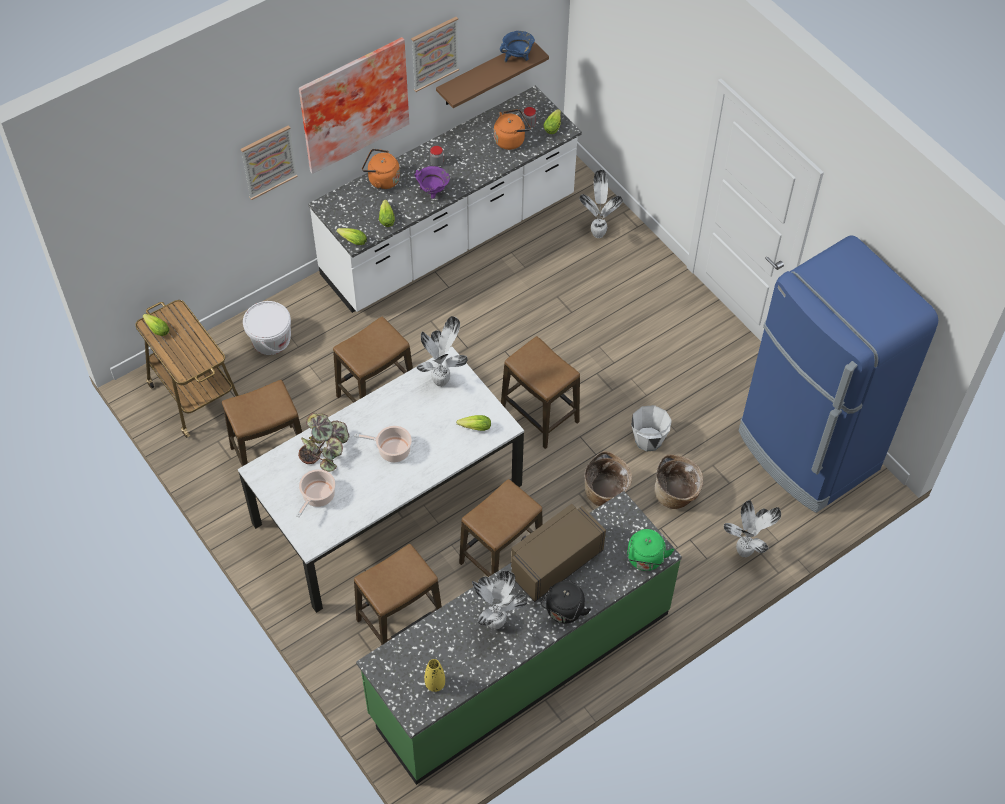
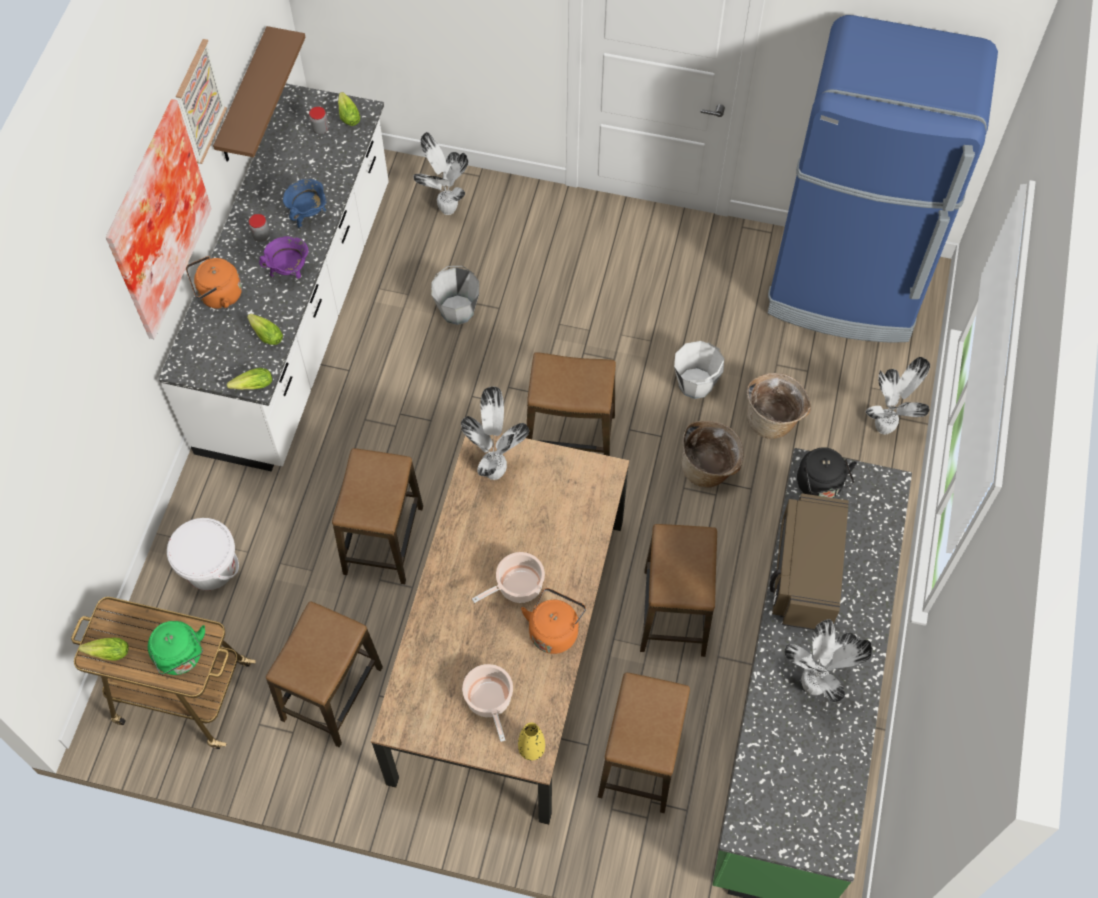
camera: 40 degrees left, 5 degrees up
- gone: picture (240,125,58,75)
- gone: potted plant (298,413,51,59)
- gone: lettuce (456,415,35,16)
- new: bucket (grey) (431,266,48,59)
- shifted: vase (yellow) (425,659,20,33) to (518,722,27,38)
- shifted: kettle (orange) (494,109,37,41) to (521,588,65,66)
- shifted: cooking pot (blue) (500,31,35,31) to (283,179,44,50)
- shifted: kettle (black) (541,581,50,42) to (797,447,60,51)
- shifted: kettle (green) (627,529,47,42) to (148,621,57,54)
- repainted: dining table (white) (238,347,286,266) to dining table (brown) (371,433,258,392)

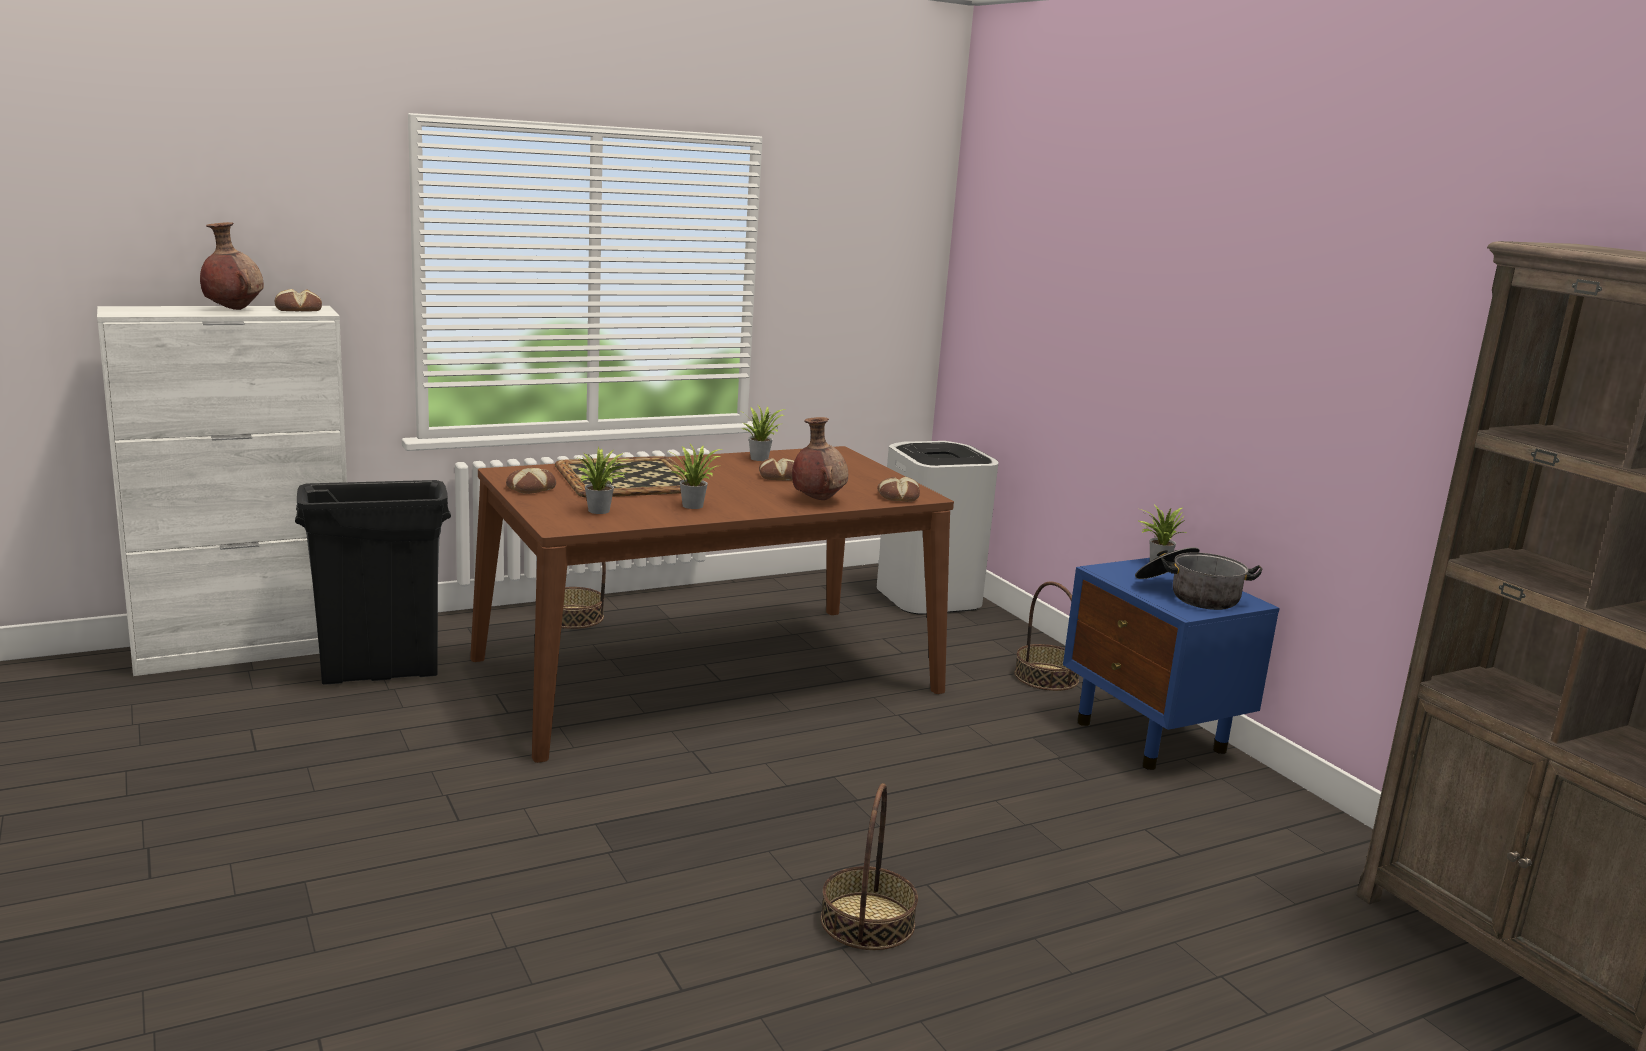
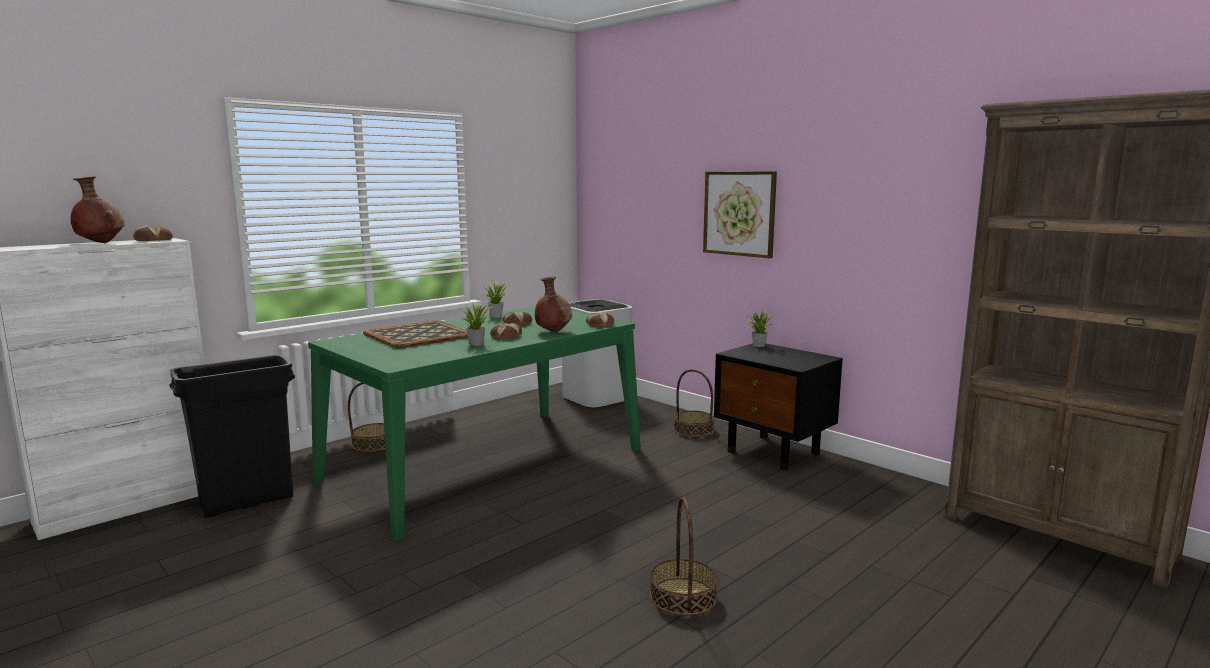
camera: 15 degrees left, 5 degrees down
- gone: potted plant (578,447,52,67)
- gone: cooking pot (1135,547,127,63)
- new: picture (703,171,74,87)
- shifted: bread (506,468,50,26) to (490,323,32,16)
- repainted: dining table (brown) (470,446,484,317) to dining table (green) (308,306,333,235)
- repainted: nightstand (blue) (1063,558,217,212) to nightstand (black) (714,343,129,127)

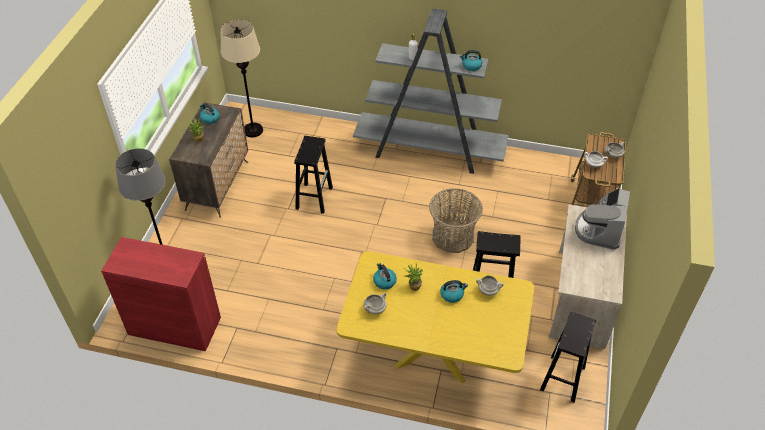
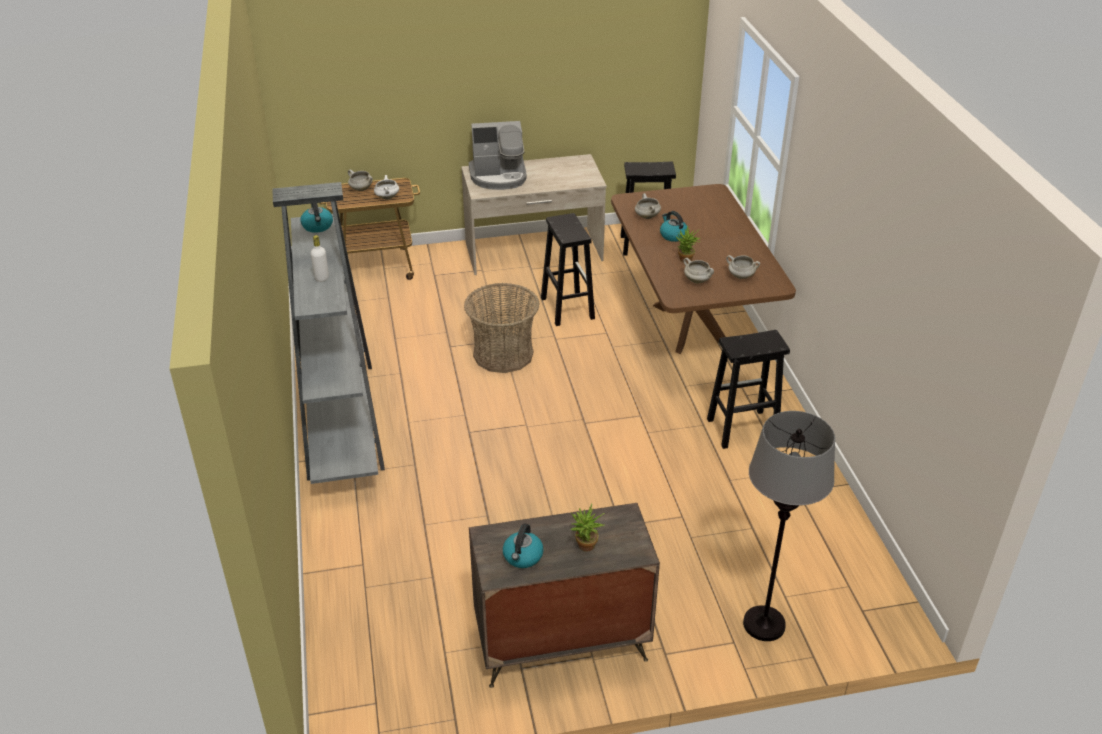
camera: 115 degrees left, 10 degrees down
- gone: cabinet (red) (101,237,120,114)
- gone: floor lamp (beige) (220,20,43,117)
- shifted: stool (black) (294,136,39,78) to (707,330,83,119)
- swapped: kettle (373,263,24,27) to cooking pot (white) (684,258,30,26)
- repainted: dining table (yellow) (337,251,197,132) to dining table (brown) (611,184,185,170)

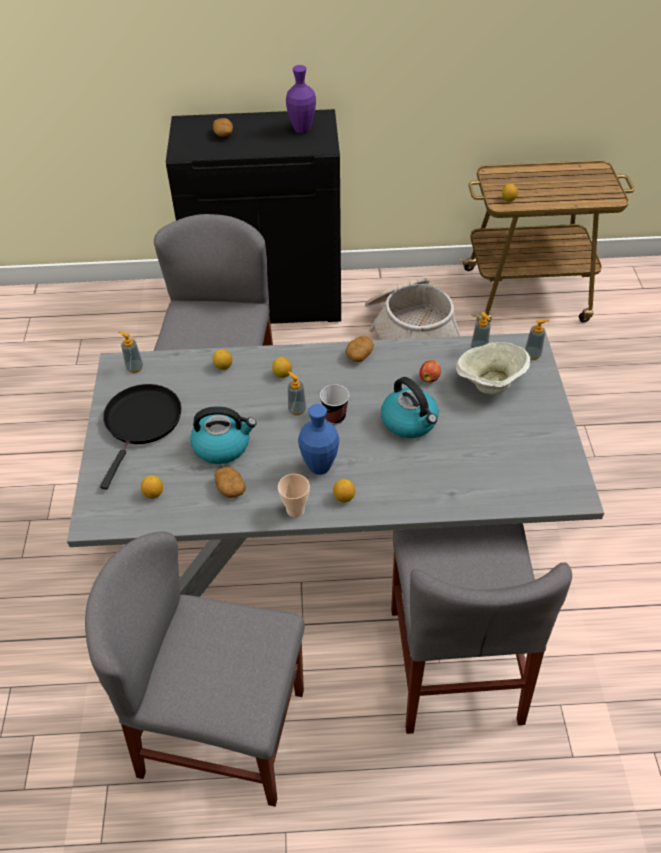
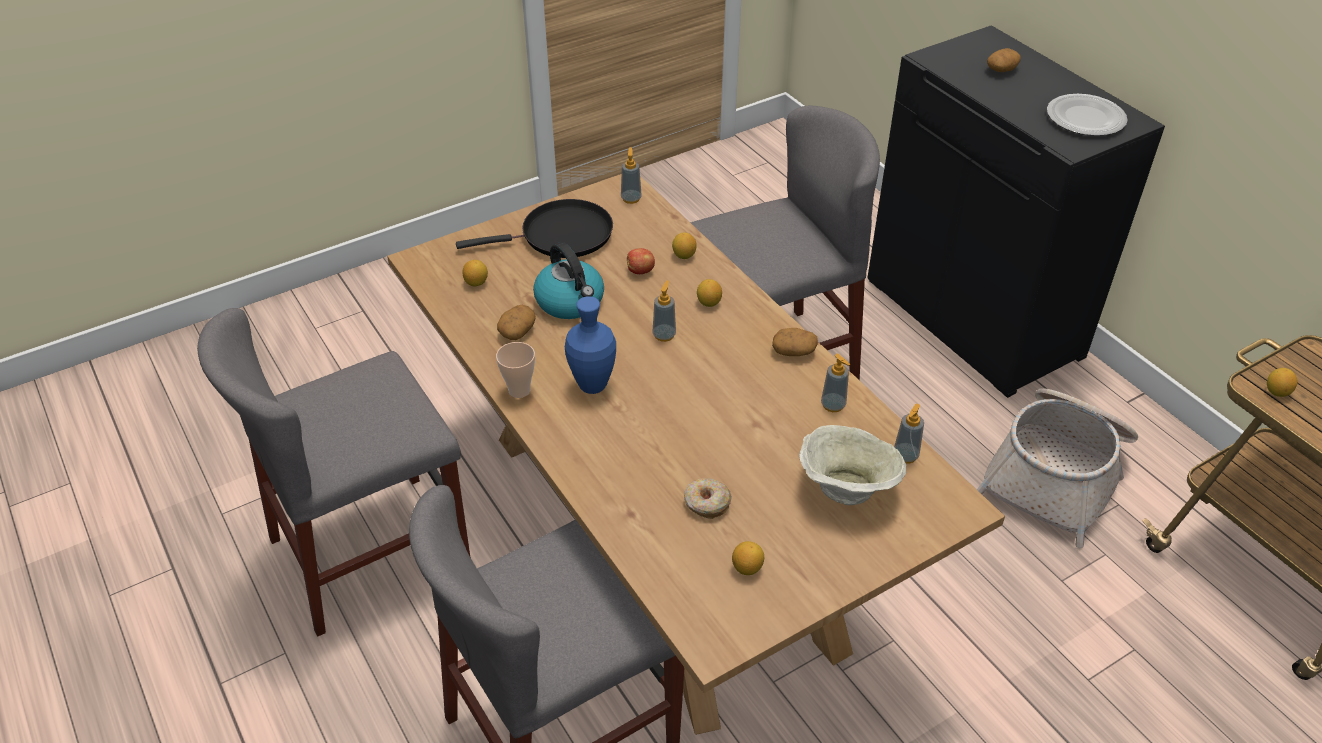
camera: 60 degrees right, 5 degrees down
- gone: cup (320,384,29,40)
- gone: kettle (381,377,58,61)
- new: donut (684,478,48,41)
- shifted: lemon (333,479,22,23) to (732,541,32,34)
- shifted: apple (420,360,21,22) to (627,248,28,26)
- shifted: soap dispenser (525,319,24,41) to (821,354,29,58)
- swapped: vase (purple) (286,65,30,68) to plate (1047,94,81,42)
- repainted: dining table (grey) (67,332,537,265) to dining table (brown) (387,174,618,561)
- rotated: chair (grey) (85,531,220,276) = (197,308,274,329) 105 degrees counterclockwise

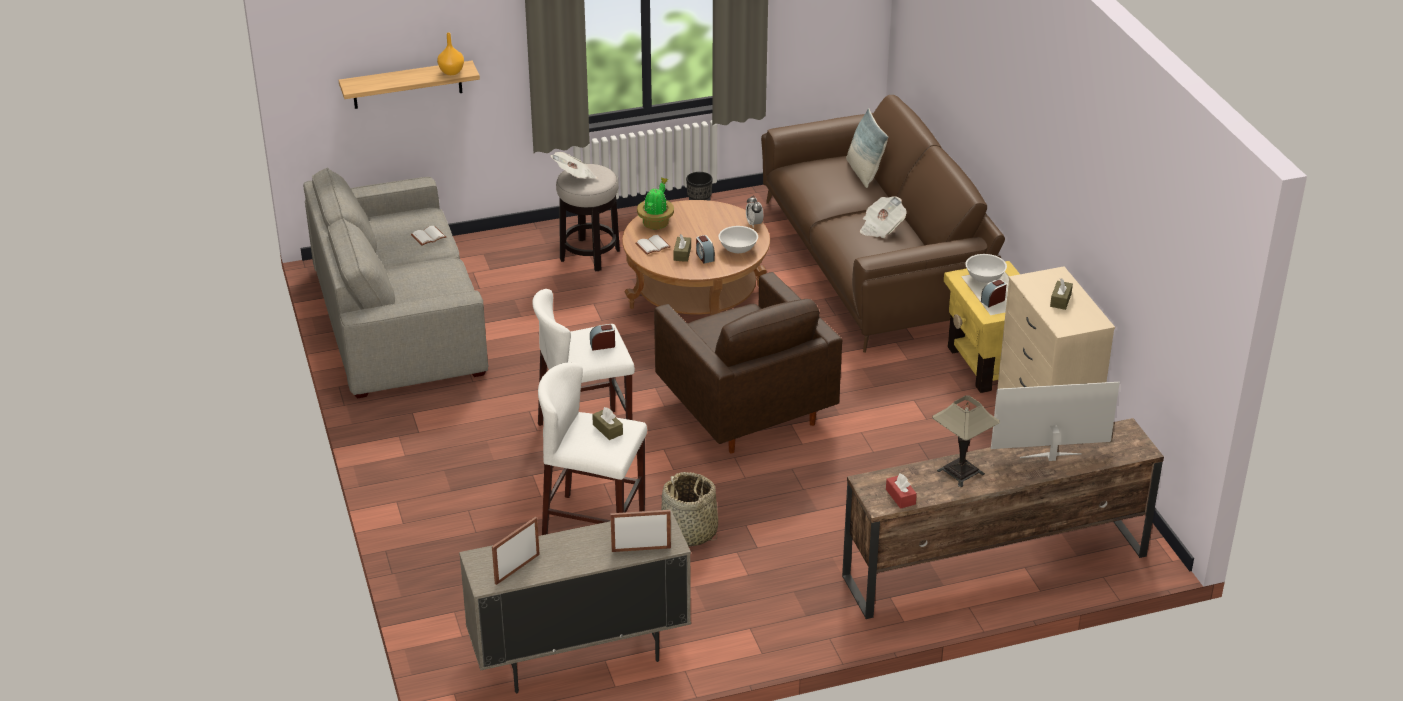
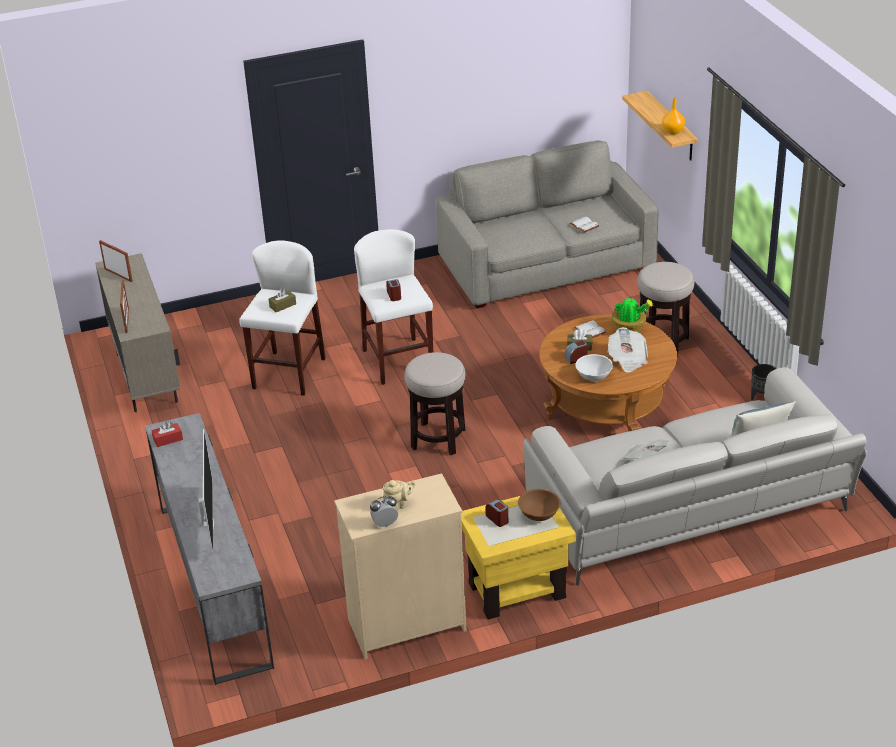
camera: 90 degrees right, 0 degrees up
- gone: basket (661,472,57,75)
- gone: table lamp (932,395,68,93)
- shifted: newspaper (550,152,48,27) to (608,327,40,46)
- shifted: alarm clock (746,196,17,32) to (370,496,28,31)
- swapped: armchair (brown) (654,272,188,182) to stool (404,352,61,103)
- swapped: tissue box (brown) (1050,278,23,32) to teapot (beige) (383,480,33,30)
- repainted: sofa (brown) (761,95,244,258) to sofa (grey) (523,367,344,218)
- repainted: tv stand (brown) (842,418,322,201) to tv stand (grey) (145,413,129,272)
- repainted: bowl (white) (965,254,42,29) to bowl (brown) (518,489,43,32)

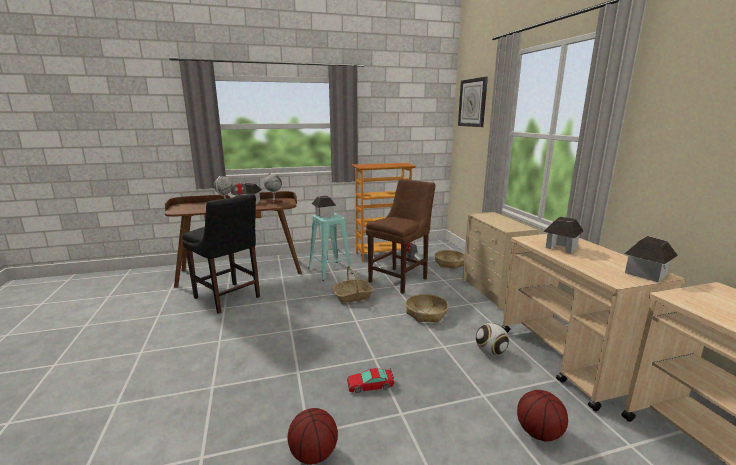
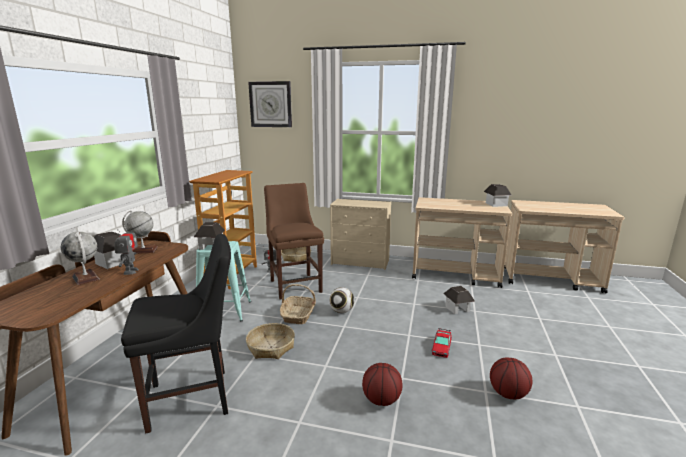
camera: 60 degrees left, 0 degrees up
- shifted: basket (406,294,43,29) to (246,323,49,36)
- shifted: football (476,323,33,33) to (329,287,25,26)
- shifted: basketball (517,390,51,51) to (362,363,40,43)
- shifted: toy house (543,217,40,37) to (443,286,32,28)

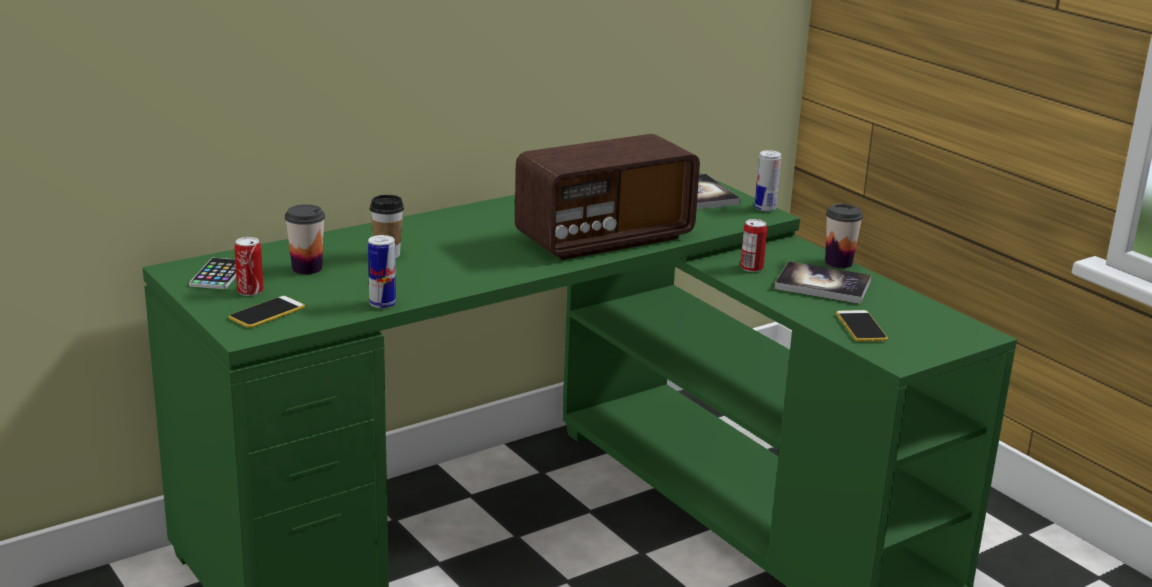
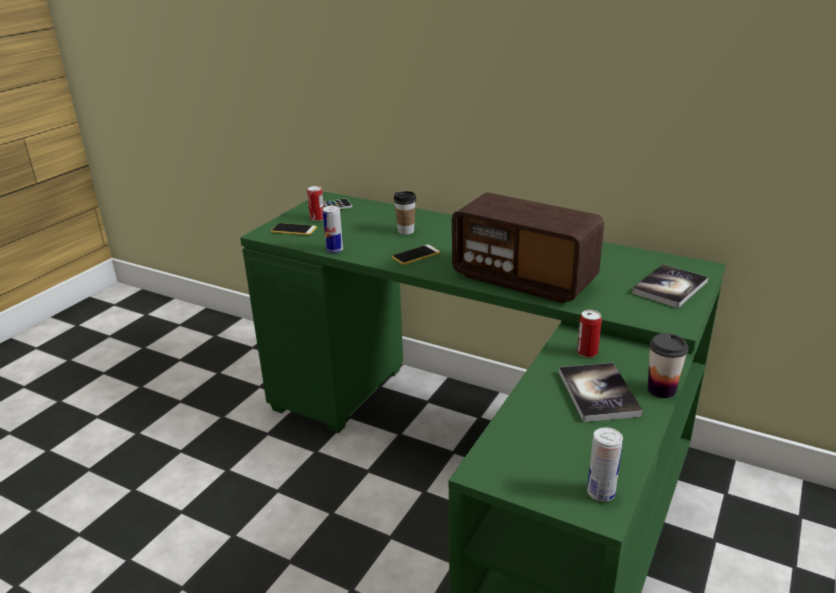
camera: 65 degrees right, 5 degrees up
- gone: cup (285,204,40,70)
- shifted: can (755,150,26,61) to (587,427,36,75)
- shifted: phone (836,310,52,32) to (392,245,48,20)

